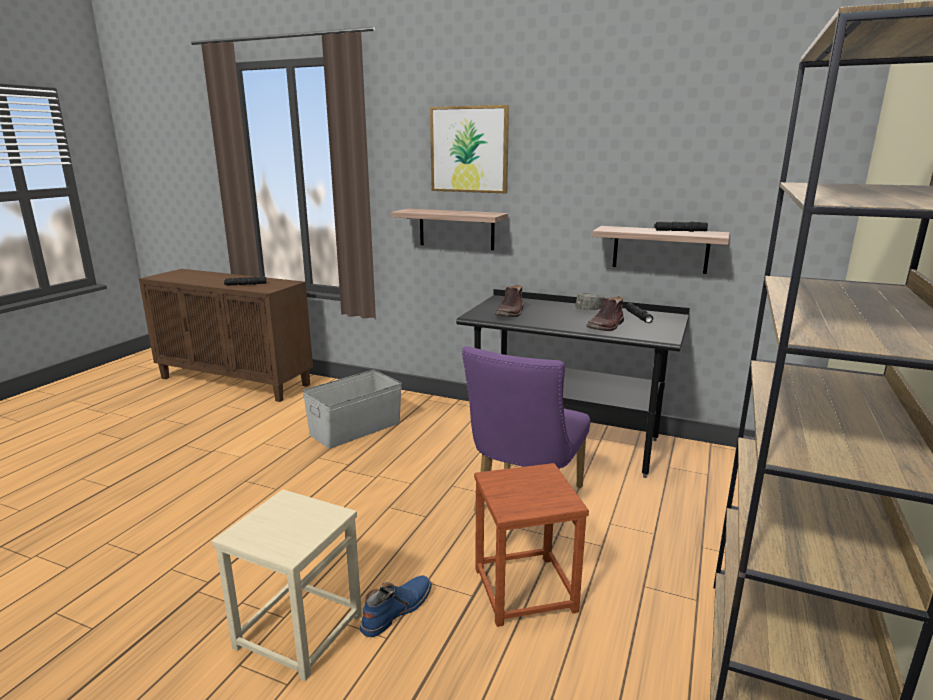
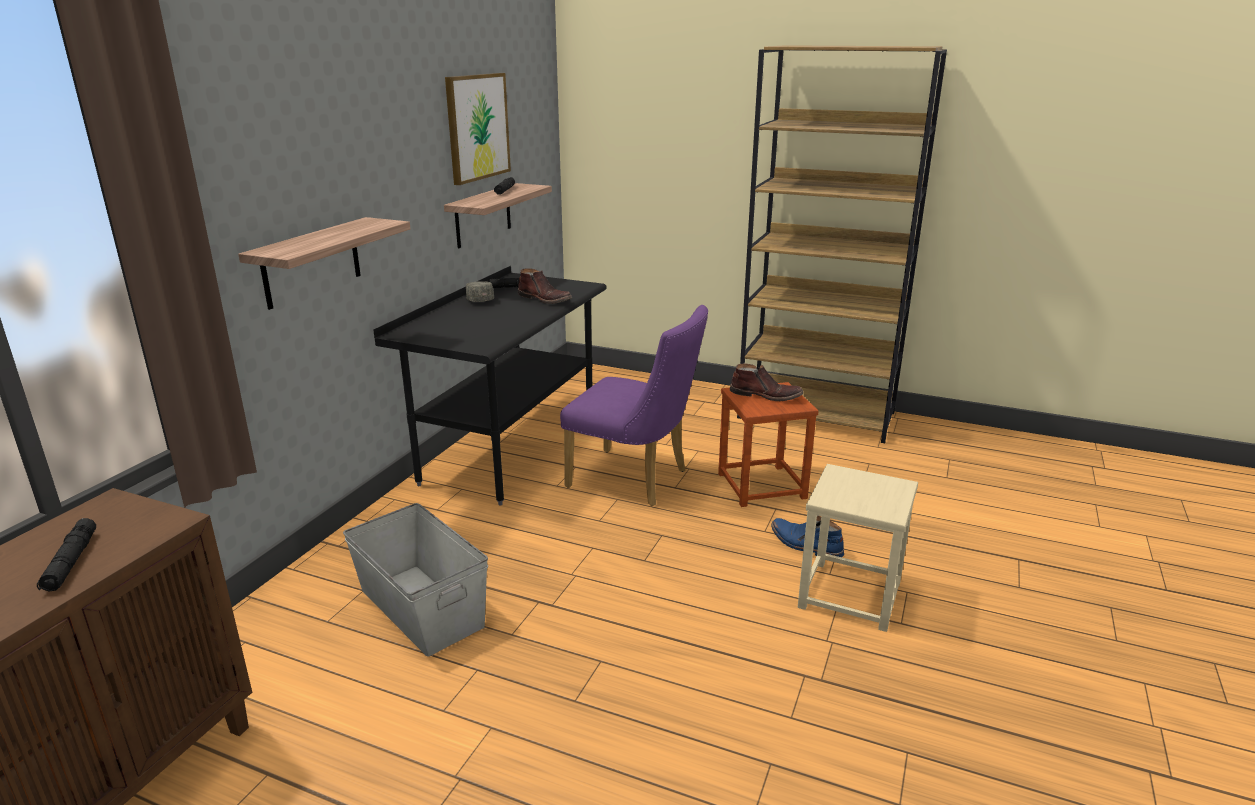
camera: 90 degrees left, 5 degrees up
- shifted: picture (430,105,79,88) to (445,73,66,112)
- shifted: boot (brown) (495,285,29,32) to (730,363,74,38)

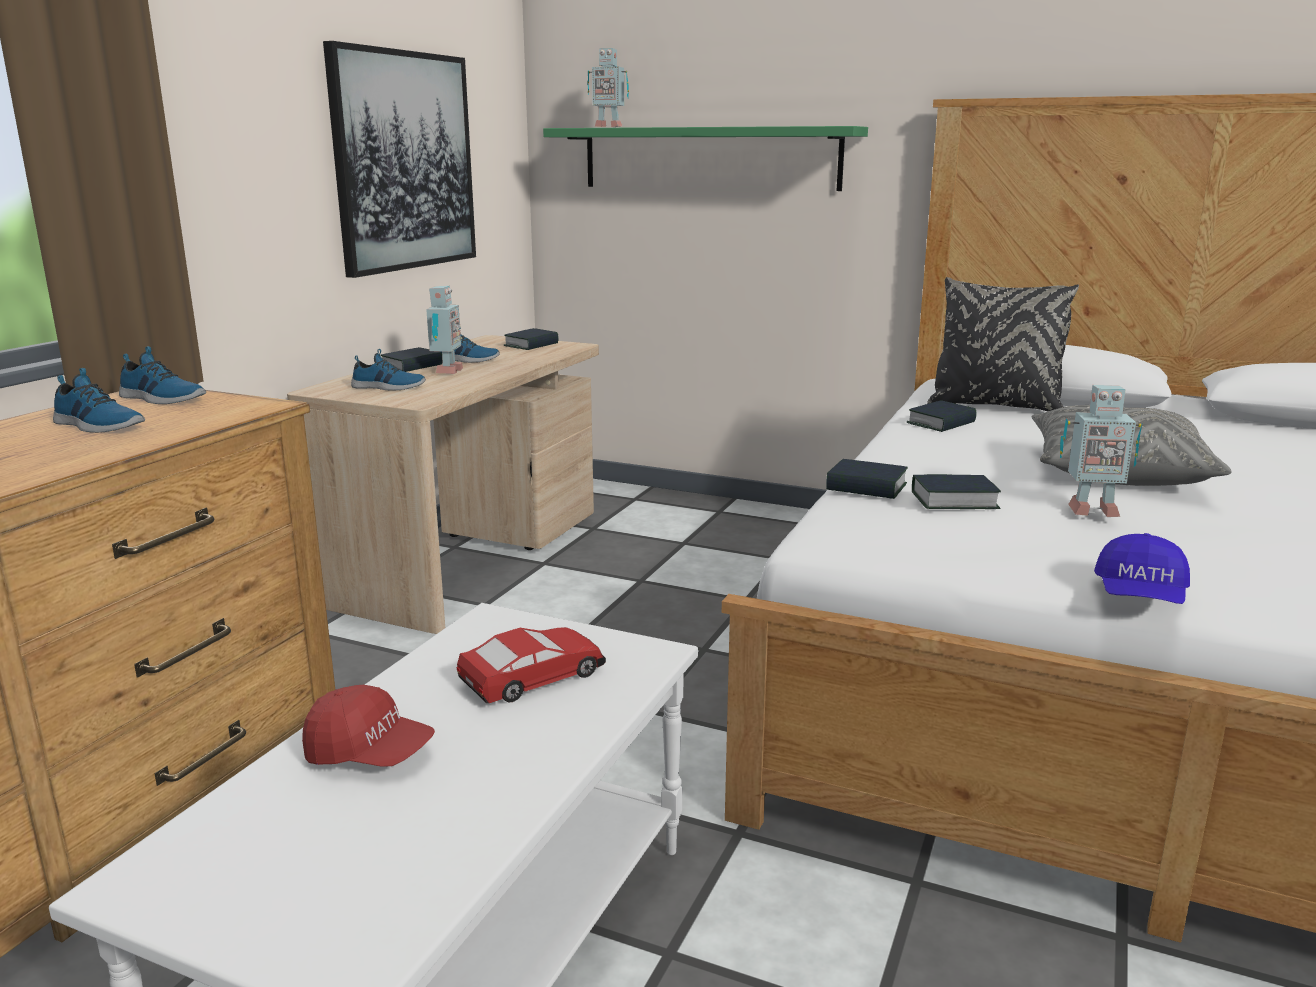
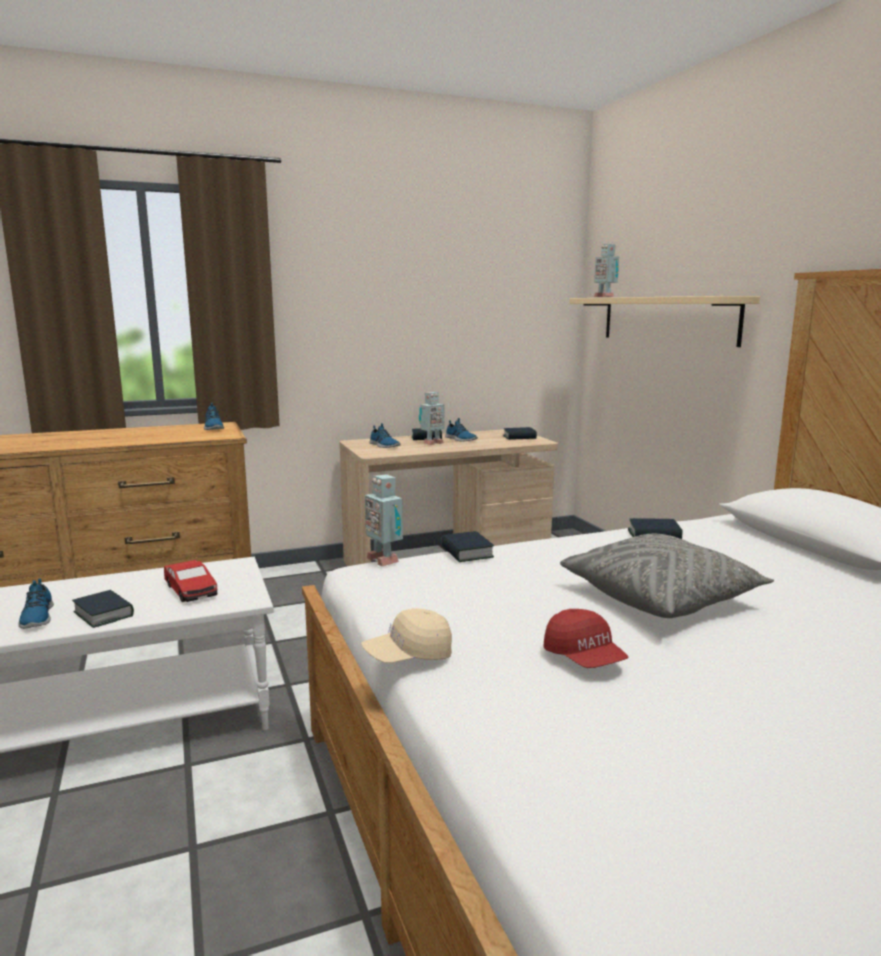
camera: 45 degrees right, 5 degrees down
- gone: picture (323,41,153,237)
- gone: pillow (black) (927,277,152,134)
- shifted: shoe (53,368,92,65) to (18,578,36,51)
- shifted: cap (red) (302,685,133,82) to (543,609,85,59)
- shifted: book (912,474,89,35) to (72,590,62,38)
- shifted: toy robot (1060,385,83,132) to (365,474,38,92)
- repainted: shelf (green) (543,126,325,65) to shelf (beige) (570,296,190,51)
- repainted: cap (blue) (1094,533,96,71) to cap (beige) (361,608,91,55)
- rotated: toy car (457,627,149,76) = (164,560,53,42) 45 degrees clockwise

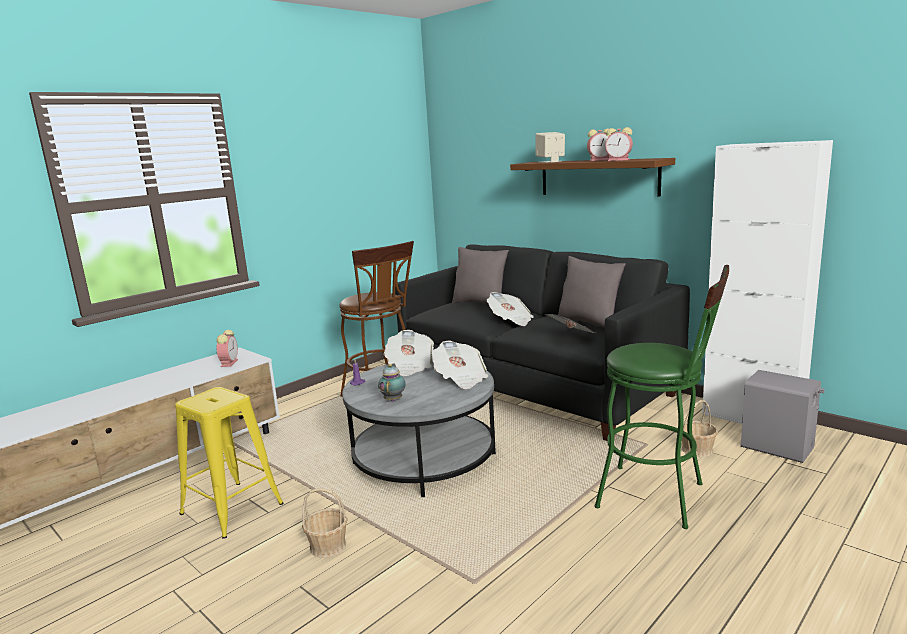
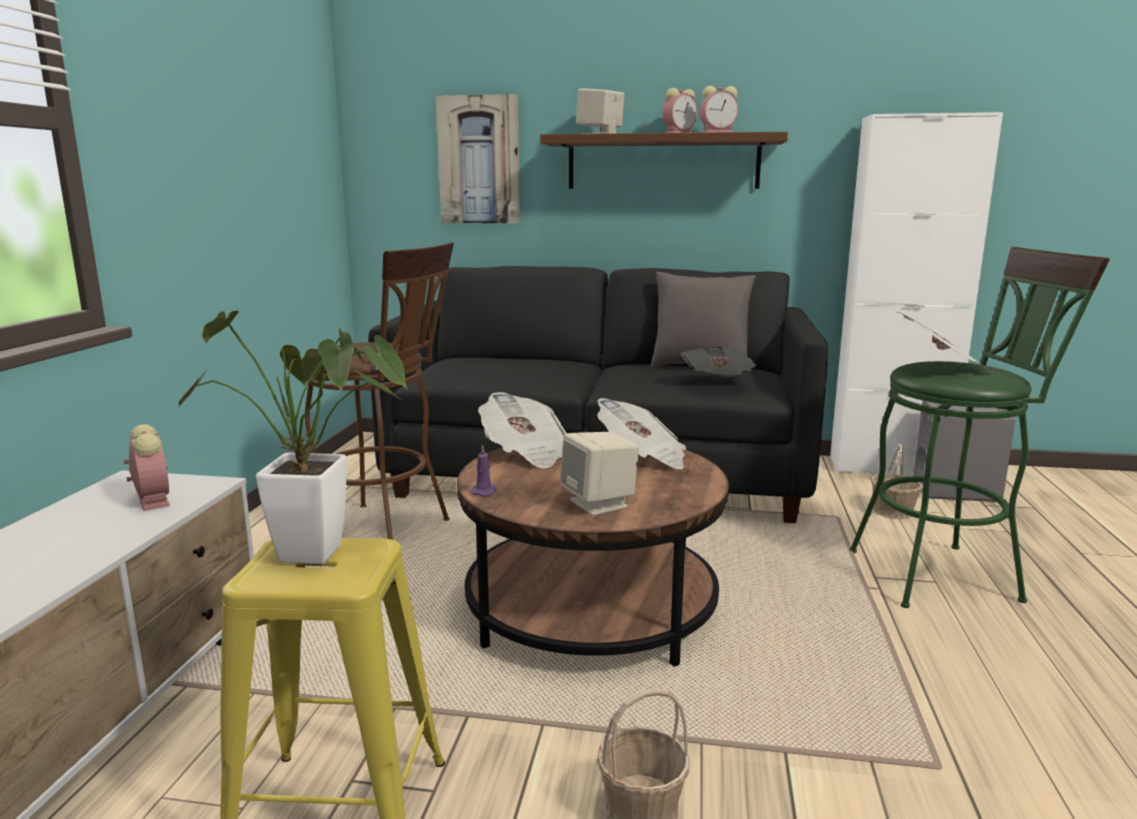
camera: 35 degrees left, 0 degrees up
- gone: pillow (grey) (452,247,57,58)
- new: potted plant (178,311,230,253)
- new: picture (436,94,84,130)
- shifted: newspaper (487,292,47,34) to (898,312,102,61)
- swapped: teapot (378,364,28,37) to speaker (beige) (560,432,79,84)
- repainted: coffee table (grey) (342,361,154,136) to coffee table (brown) (457,447,272,220)

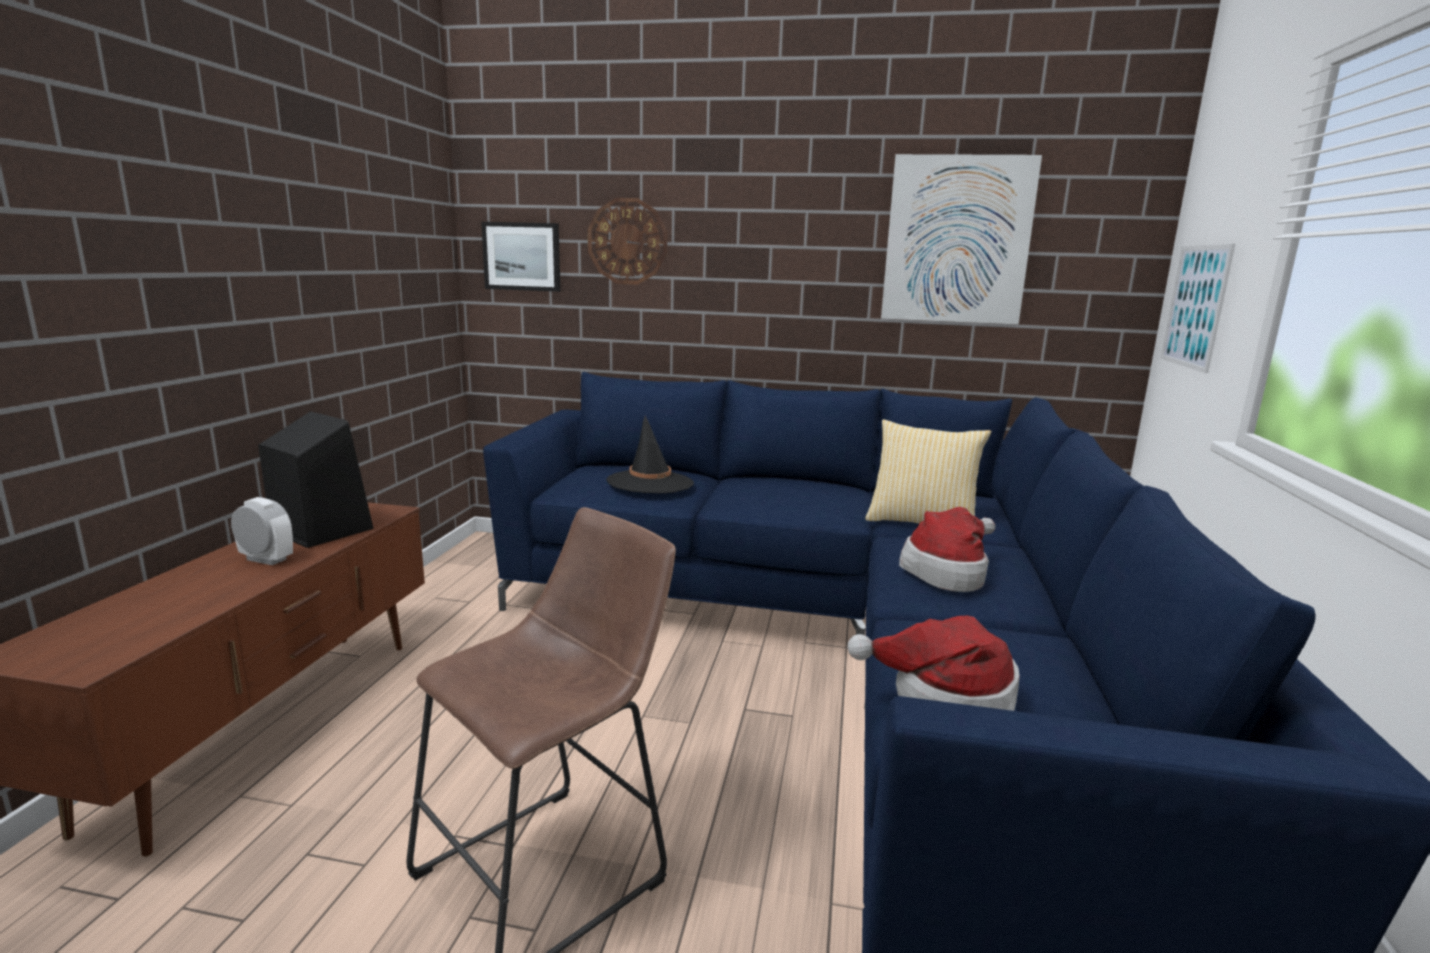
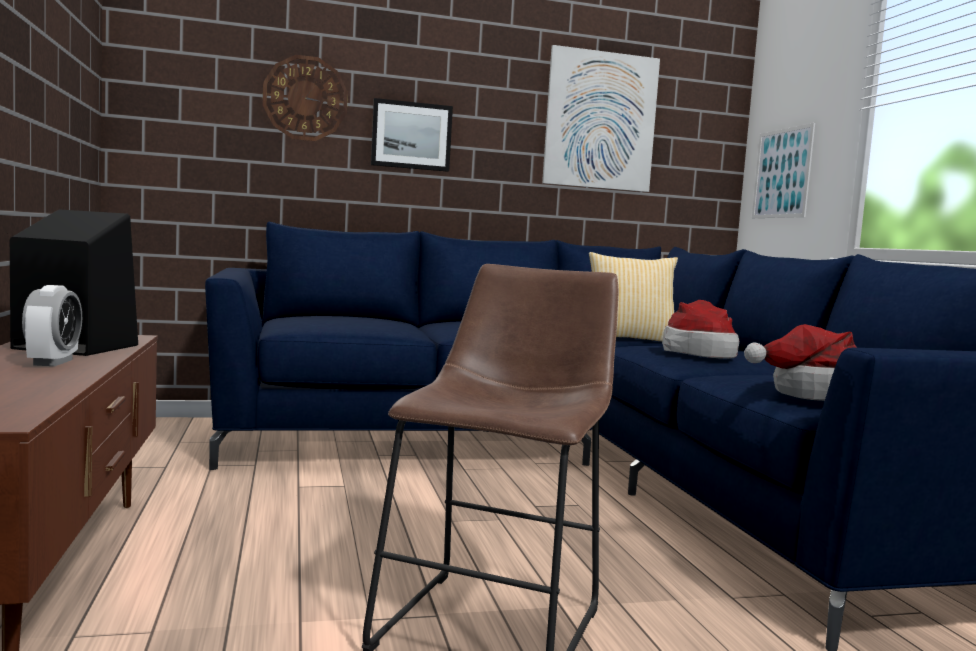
camera: 25 degrees left, 10 degrees down
- gone: hat (black) (606,416,88,77)
- shifted: picture (481,222,79,70) to (371,98,82,74)
- rotated: alarm clock (231,497,62,68) = (22,285,60,81) 90 degrees clockwise

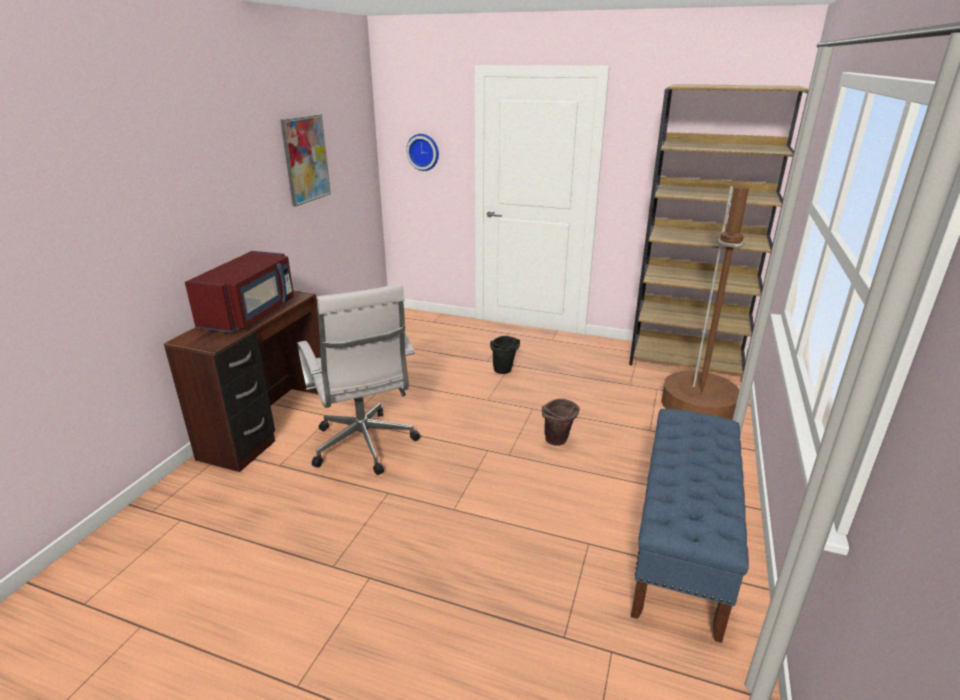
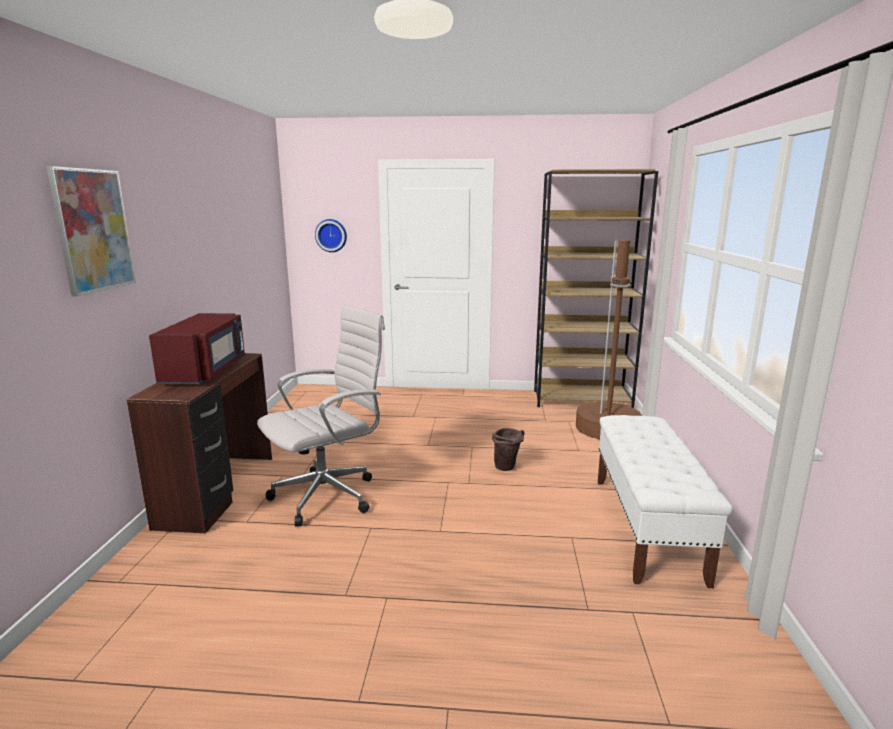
camera: 15 degrees left, 10 degrees down
- gone: bucket (black) (490,336,30,38)
- shifted: picture (280,114,51,93) to (46,166,90,131)
- repainted: bench (blue) (631,409,118,234) to bench (white) (598,415,134,173)
- rotated: office chair (white) (297,284,123,191) = (257,305,128,222) 90 degrees counterclockwise

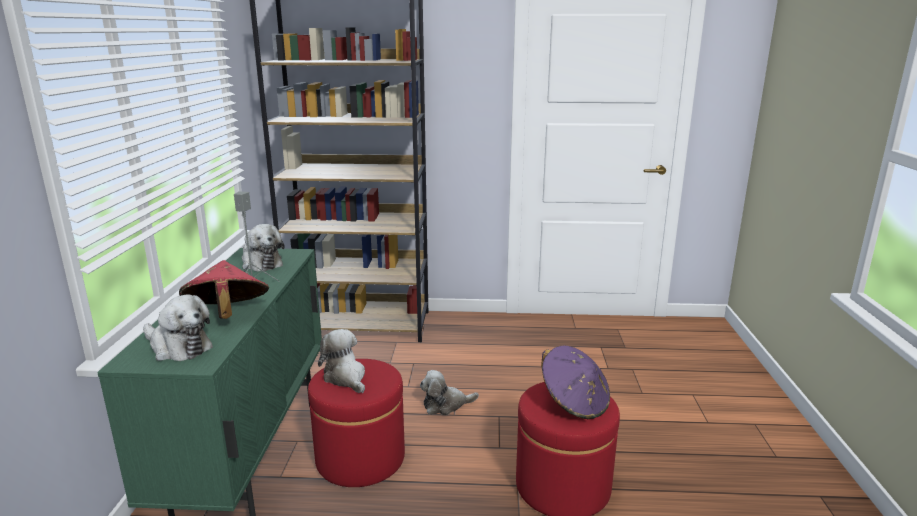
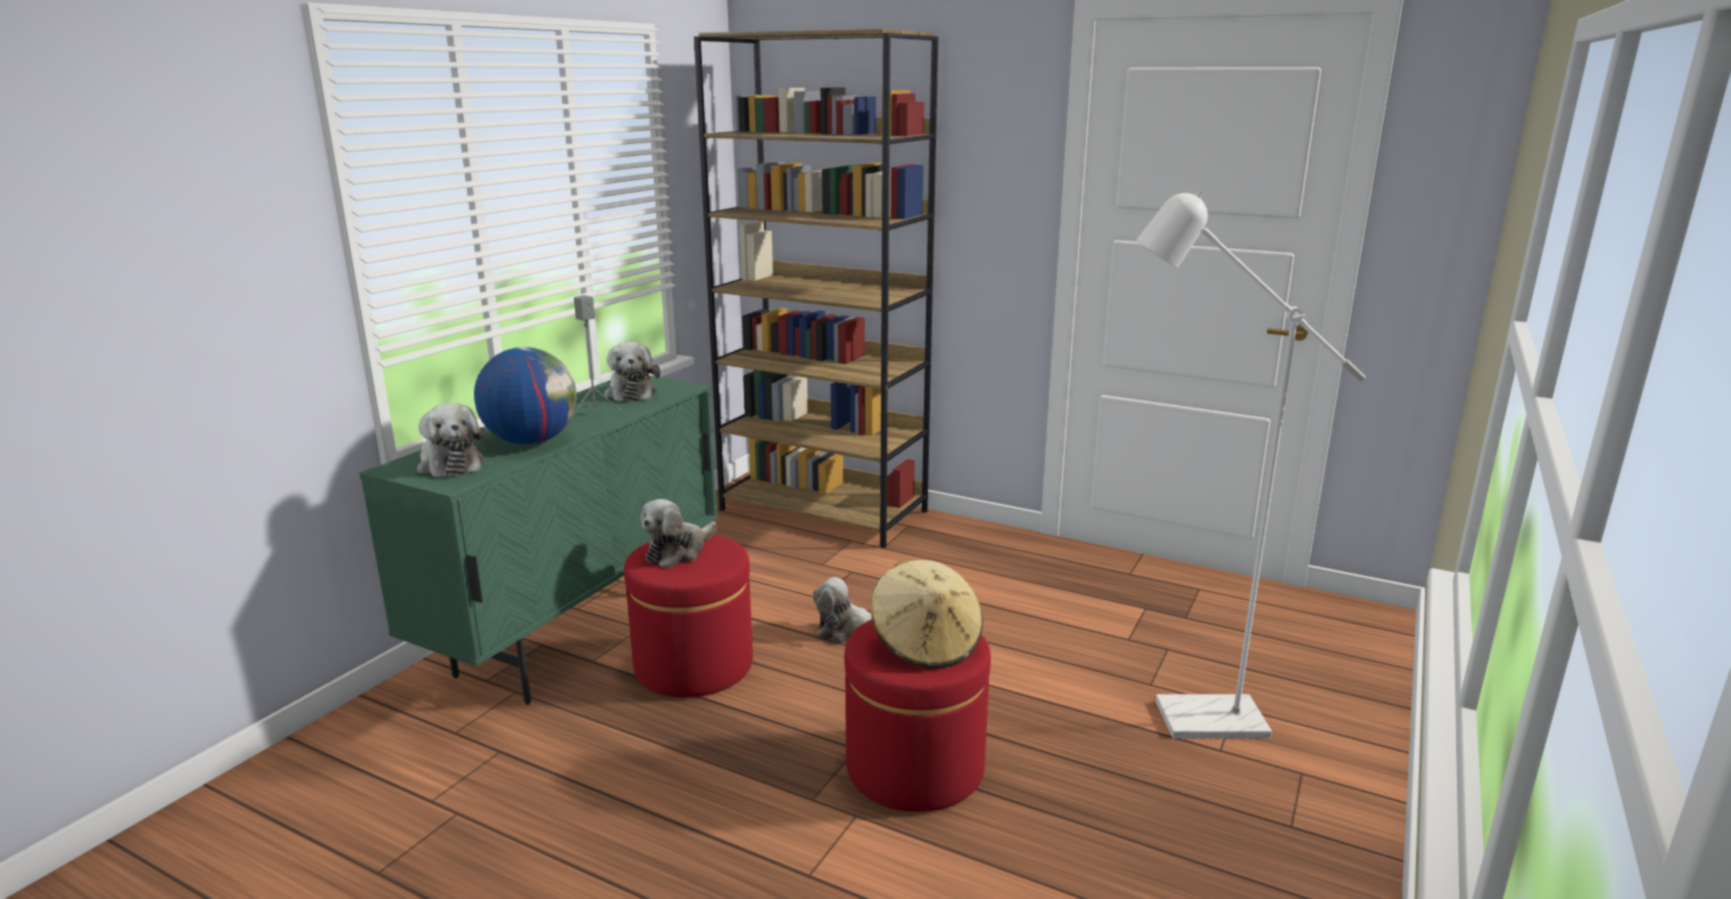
camera: 25 degrees right, 0 degrees up
- new: floor lamp (white) (1136,189,230,550)
- swapped: hat (red) (179,260,90,59) to globe (474,347,103,98)
- repainted: hat (purple) (541,345,69,74) to hat (beige) (871,560,112,108)
- rotated: plush toy (318,329,47,64) = (640,499,77,69) 135 degrees counterclockwise

